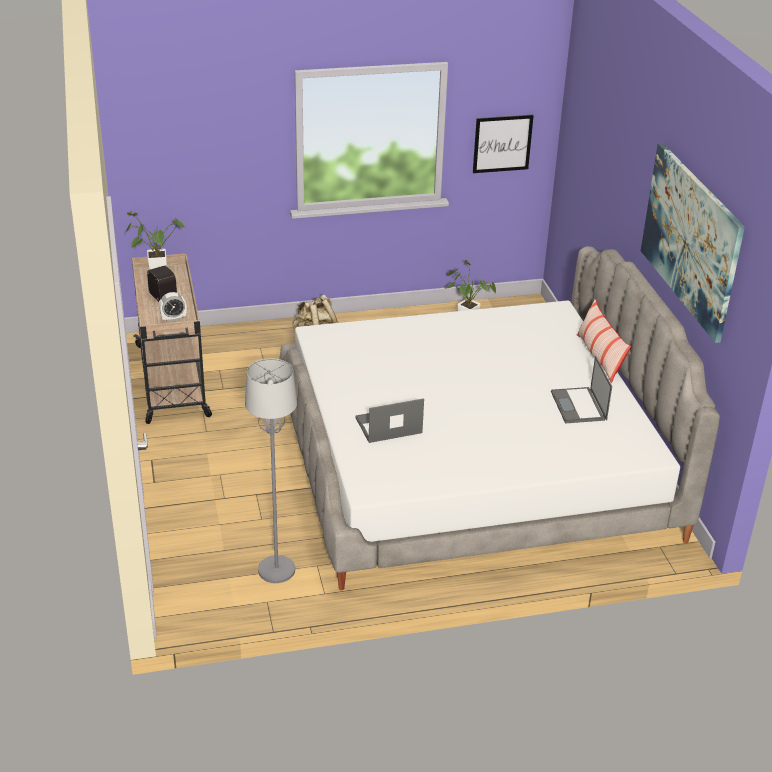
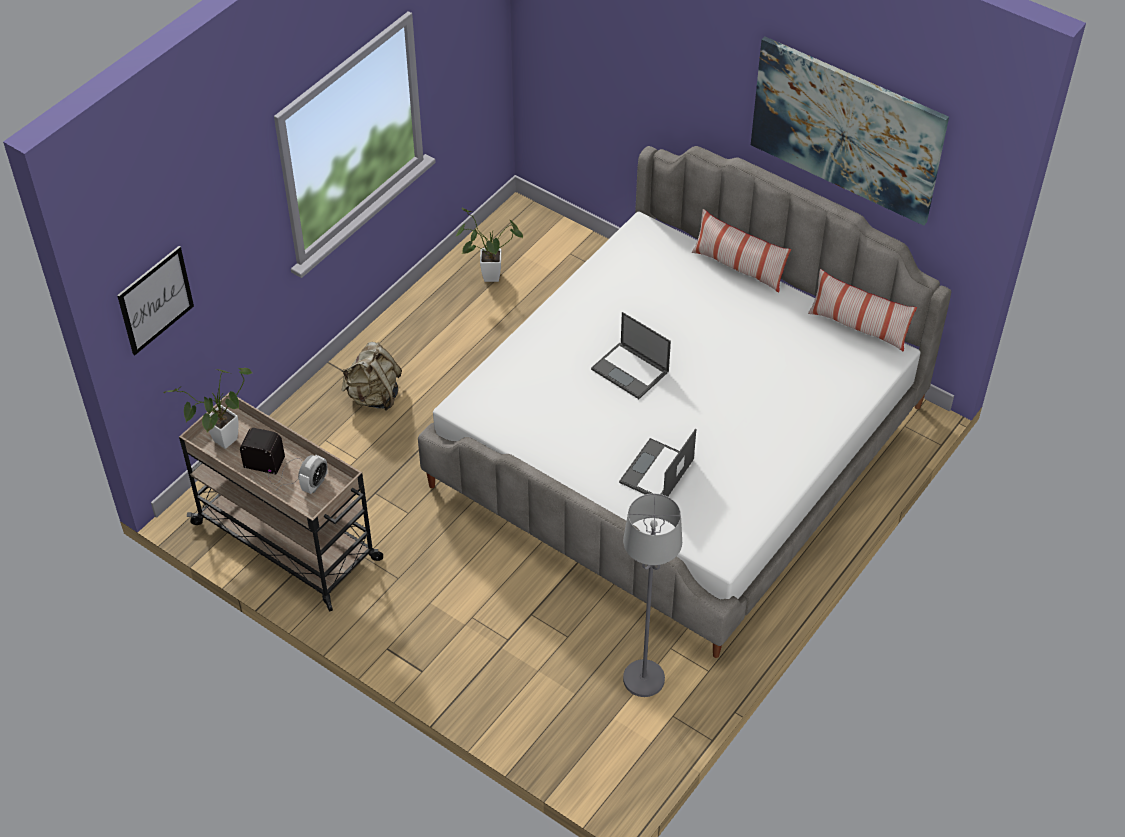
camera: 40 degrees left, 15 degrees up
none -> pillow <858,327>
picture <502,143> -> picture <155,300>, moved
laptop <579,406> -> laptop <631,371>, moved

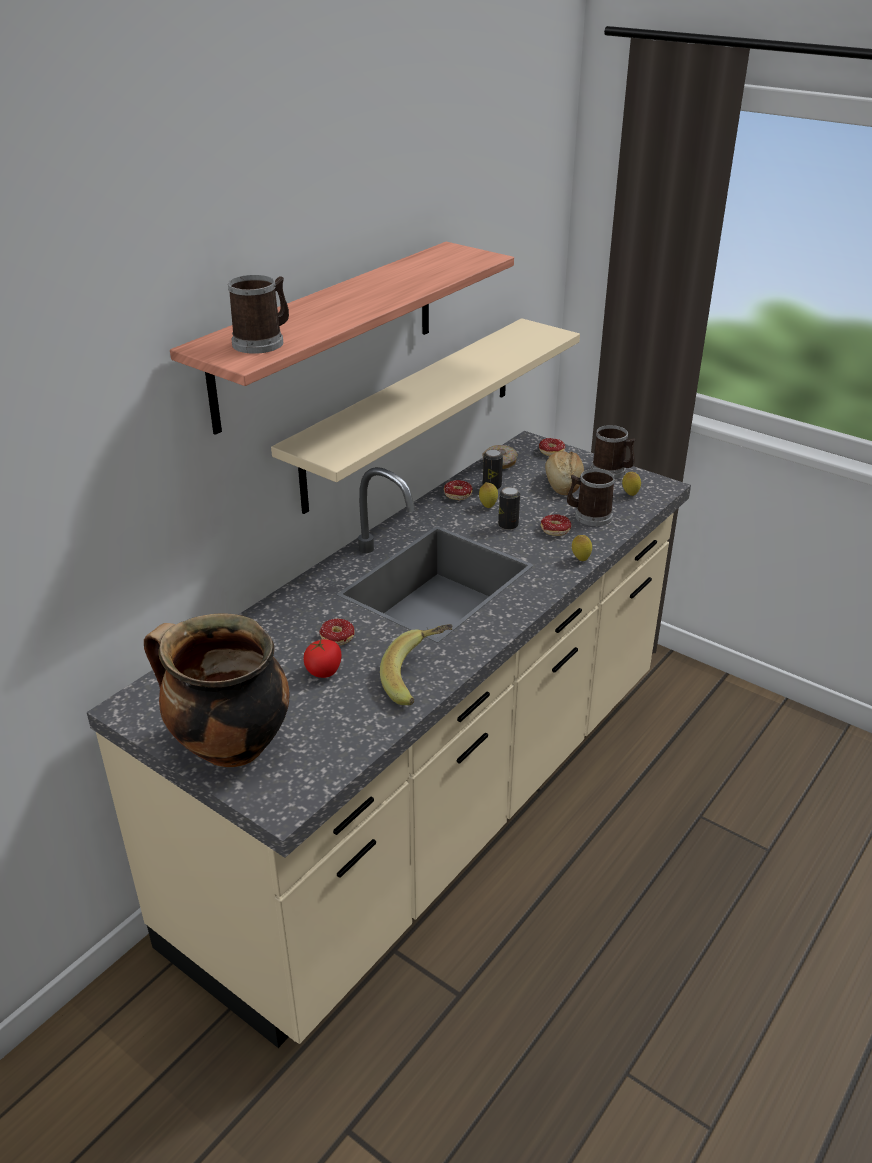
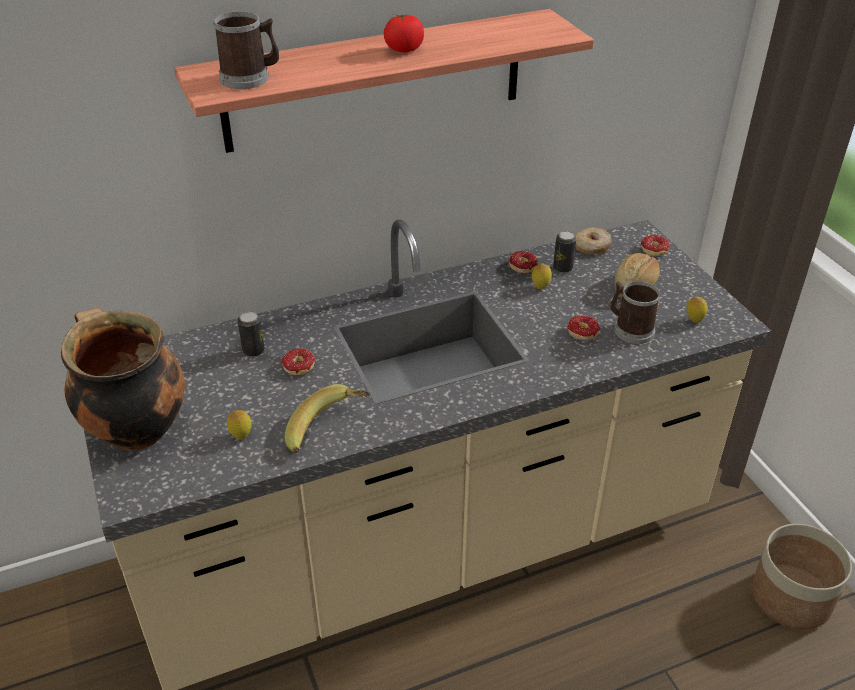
camera: 30 degrees right, 5 degrees up
shelf/beige <412,411> -> none
mug <612,471> -> none
none -> planter <791,598>
tomato <324,671> -> tomato <404,50>, moved
can <508,525> -> can <253,351>, moved
lemon <580,559> -> lemon <241,436>, moved

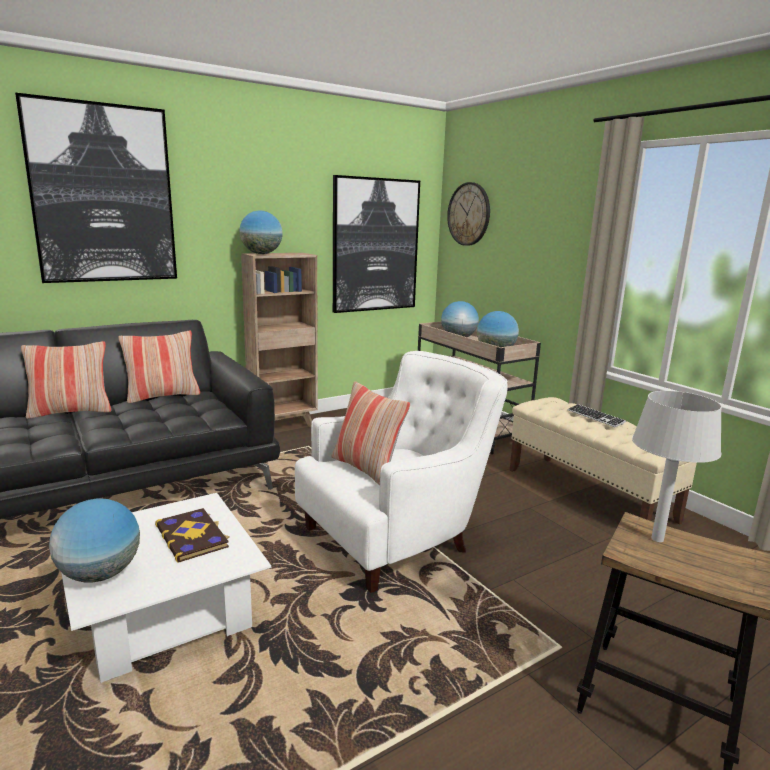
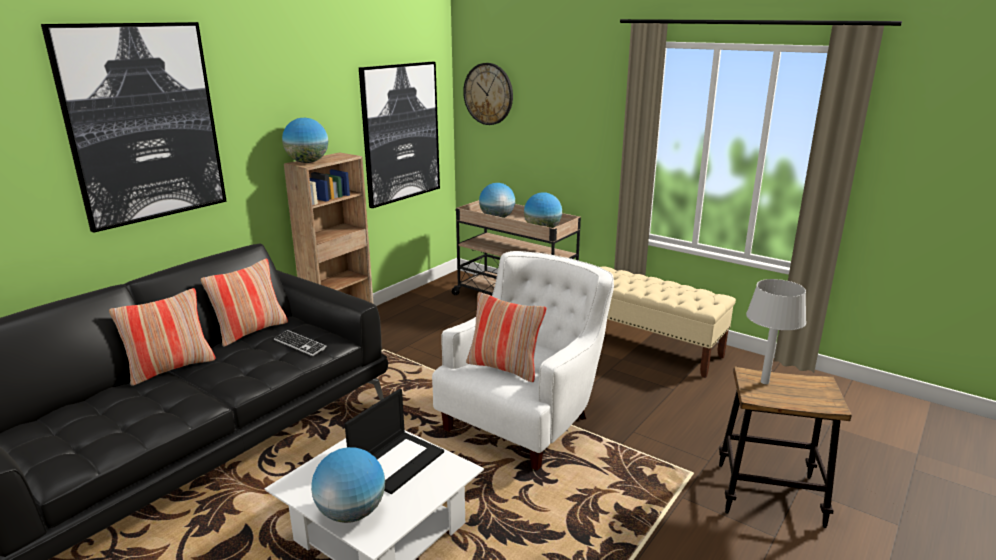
camera: 20 degrees left, 5 degrees up
keyboard <595,417> -> keyboard <299,344>, moved
book <192,536> -> laptop <397,461>

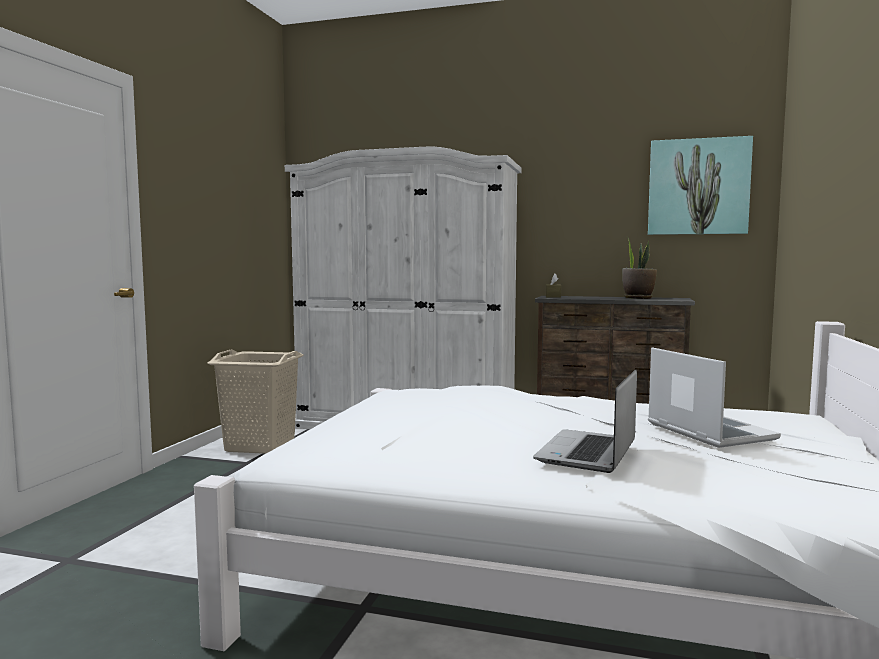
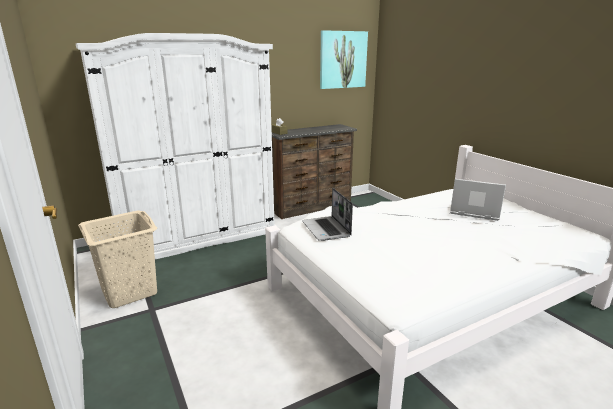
camera: 45 degrees left, 15 degrees up
potted plant <638,298> -> none
laptop <588,453> -> laptop <327,229>, moved

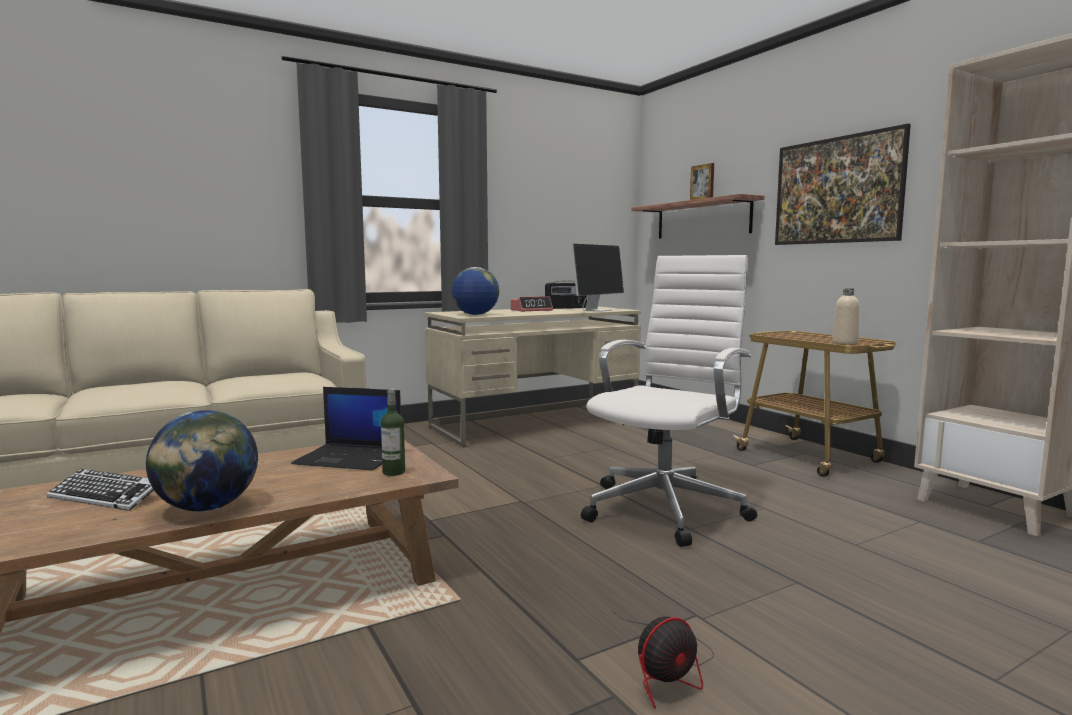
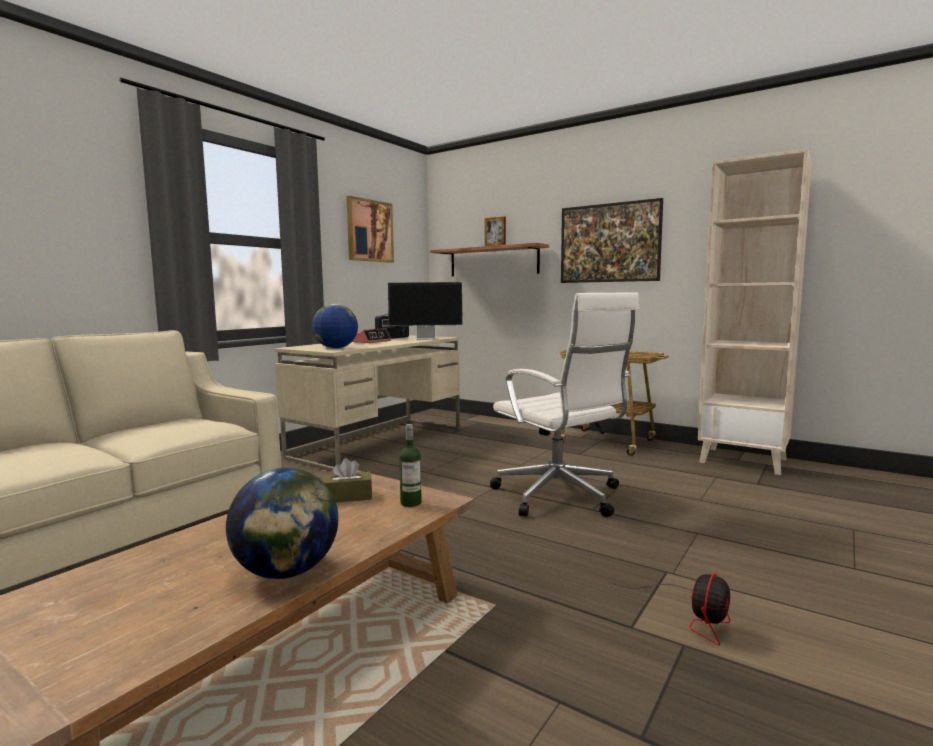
camera: 25 degrees left, 0 degrees up
keyboard <106,497> -> none
bottle/beige <844,342> -> none
none -> picture <369,231>
laptop <351,458> -> tissue box/brown <347,497>
monitor <597,310> -> monitor <426,339>, 75 degrees clockwise
office chair/white <667,508> -> office chair/white <560,497>, 135 degrees clockwise

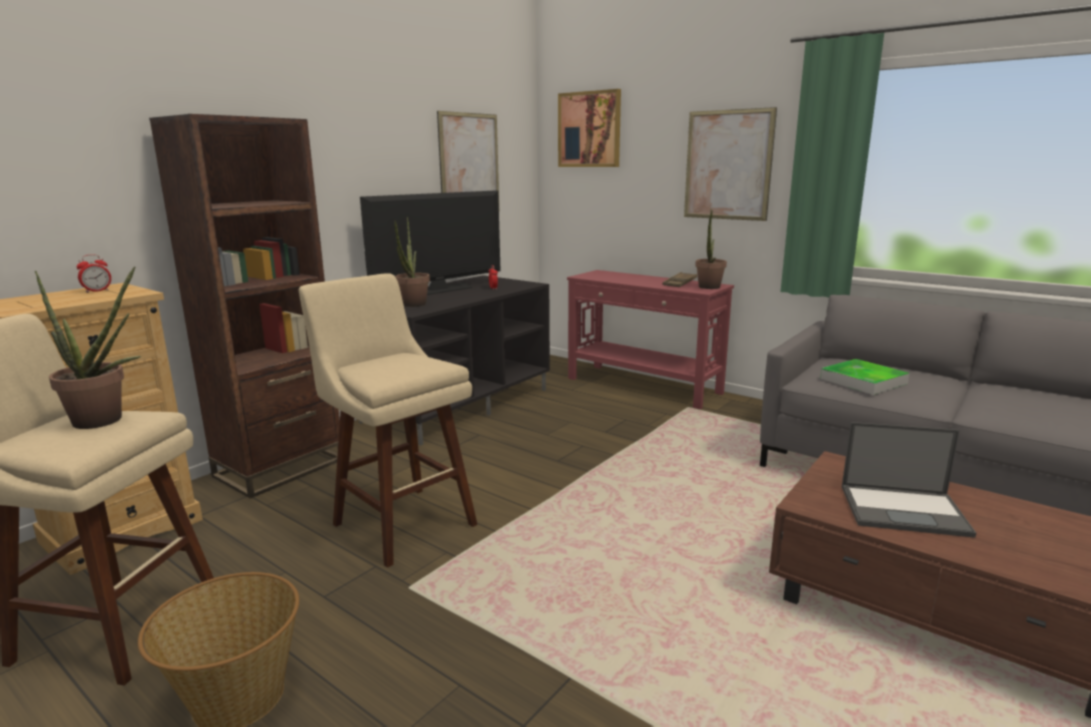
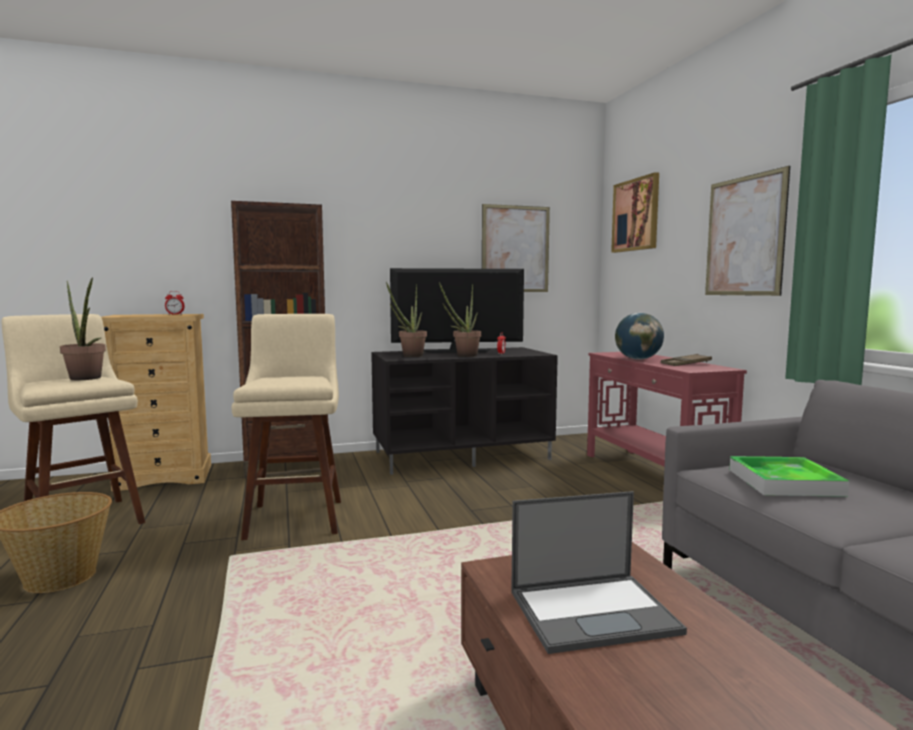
camera: 35 degrees right, 10 degrees down
none -> globe <637,359>
potted plant <708,288> -> potted plant <463,356>, moved
laptop <905,510> -> laptop <594,611>, 60 degrees counterclockwise

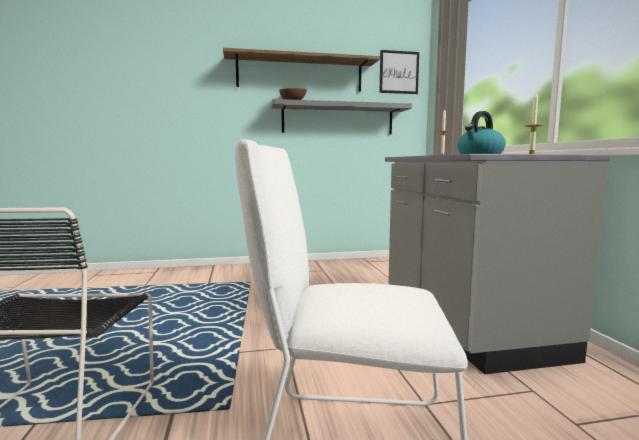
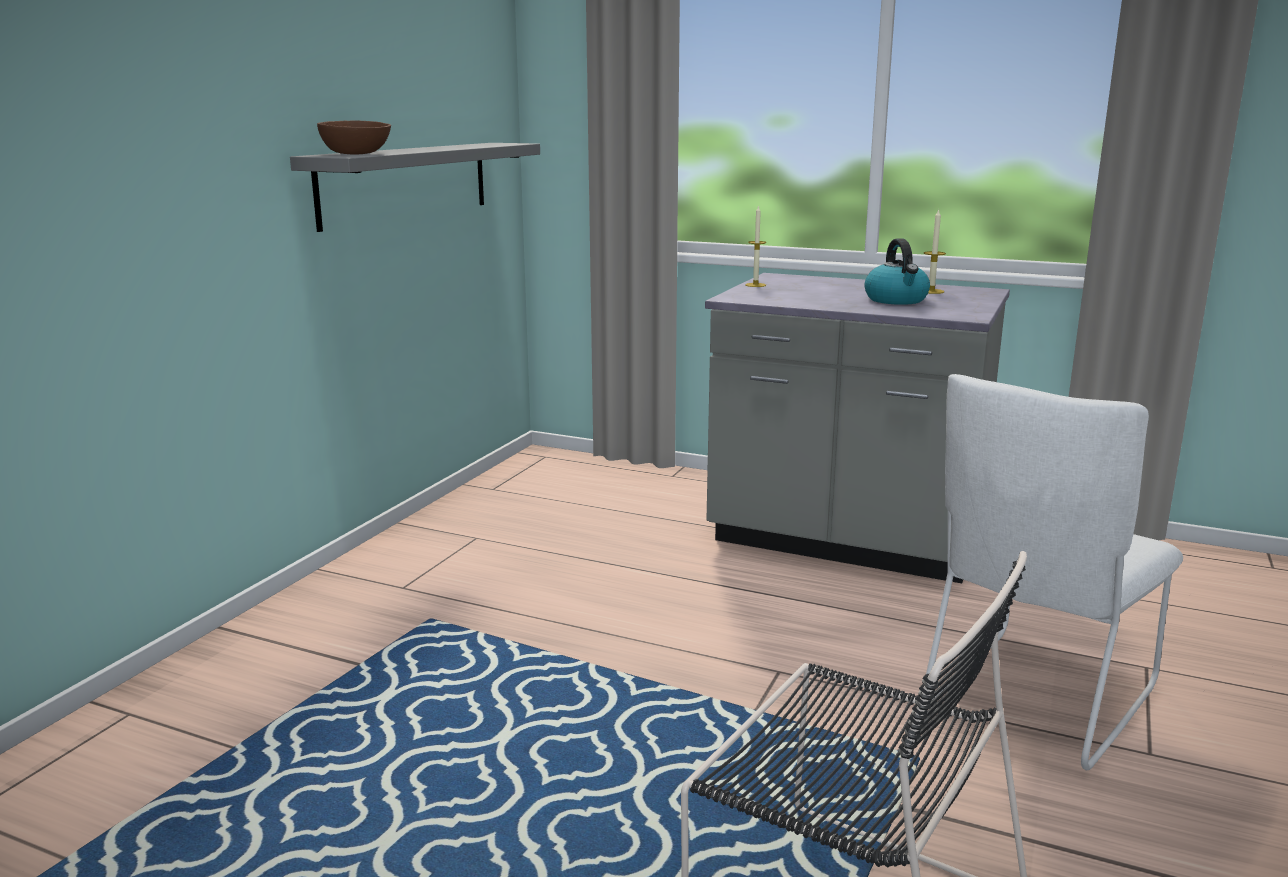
camera: 55 degrees left, 10 degrees up
shelf <300,74> -> none
picture <399,72> -> none

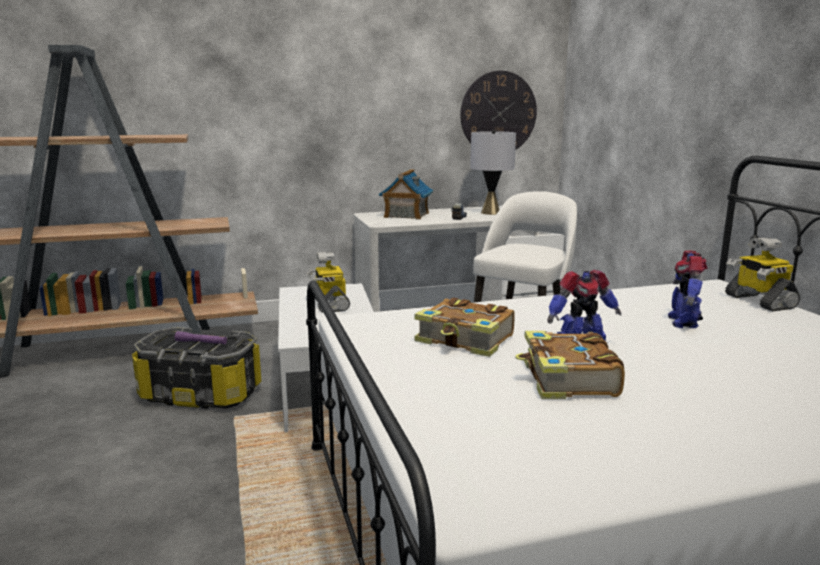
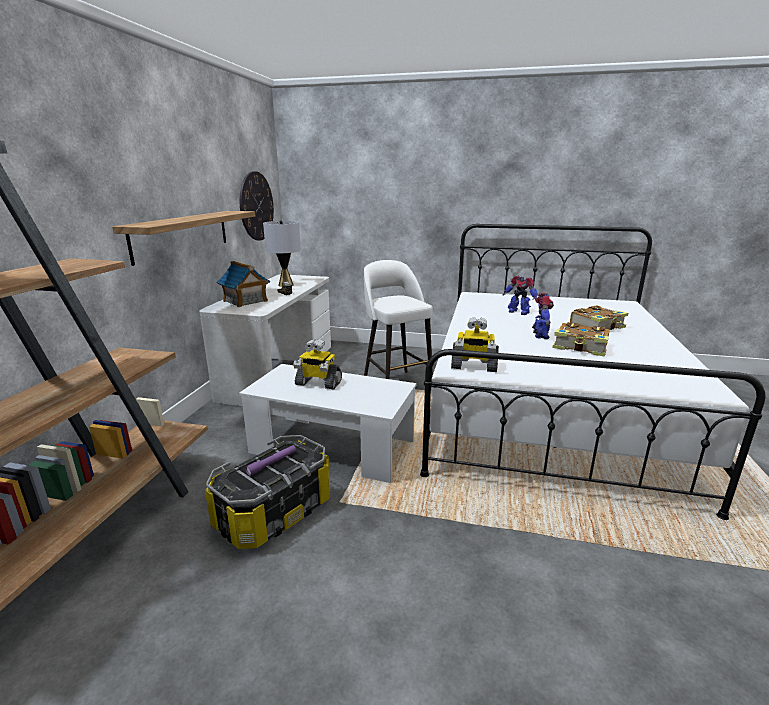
camera: 60 degrees left, 5 degrees up
none -> shelf <182,235>
book <466,340> -> book <598,326>, moved
toy robot <758,301> -> toy robot <473,366>, moved

